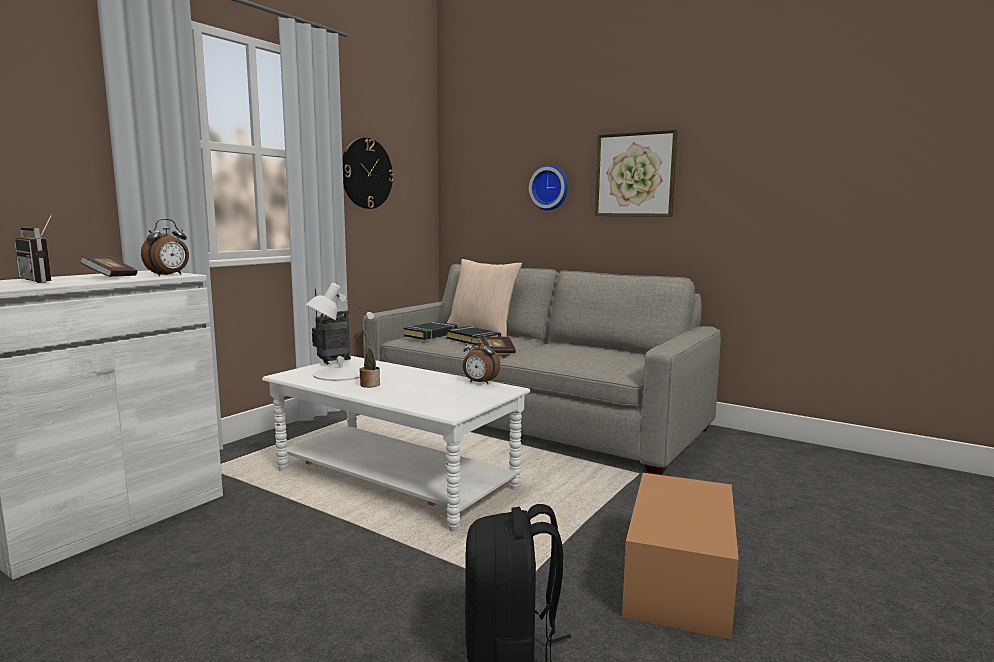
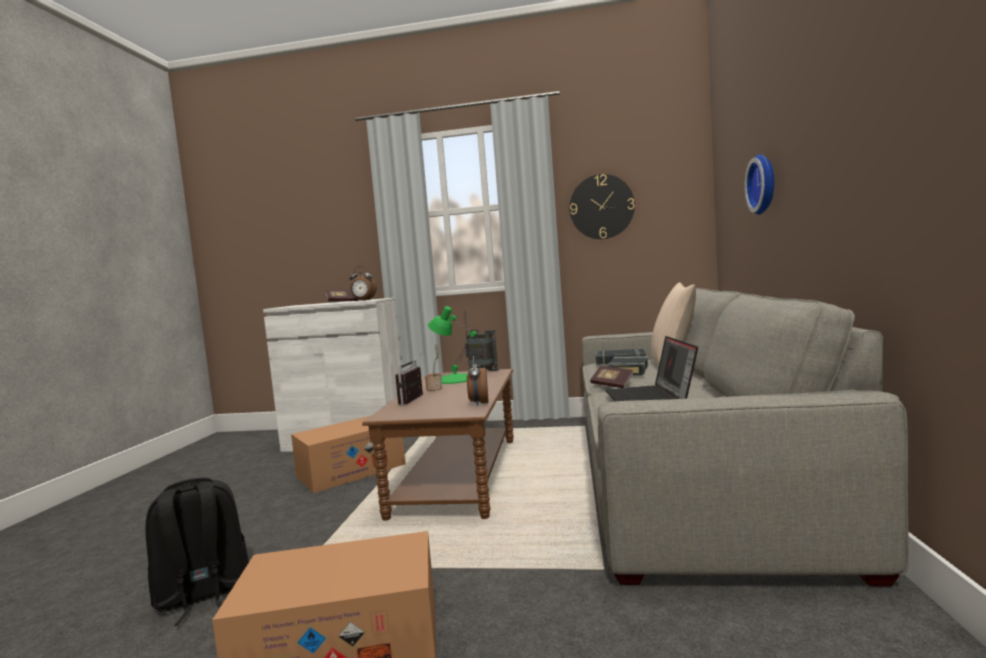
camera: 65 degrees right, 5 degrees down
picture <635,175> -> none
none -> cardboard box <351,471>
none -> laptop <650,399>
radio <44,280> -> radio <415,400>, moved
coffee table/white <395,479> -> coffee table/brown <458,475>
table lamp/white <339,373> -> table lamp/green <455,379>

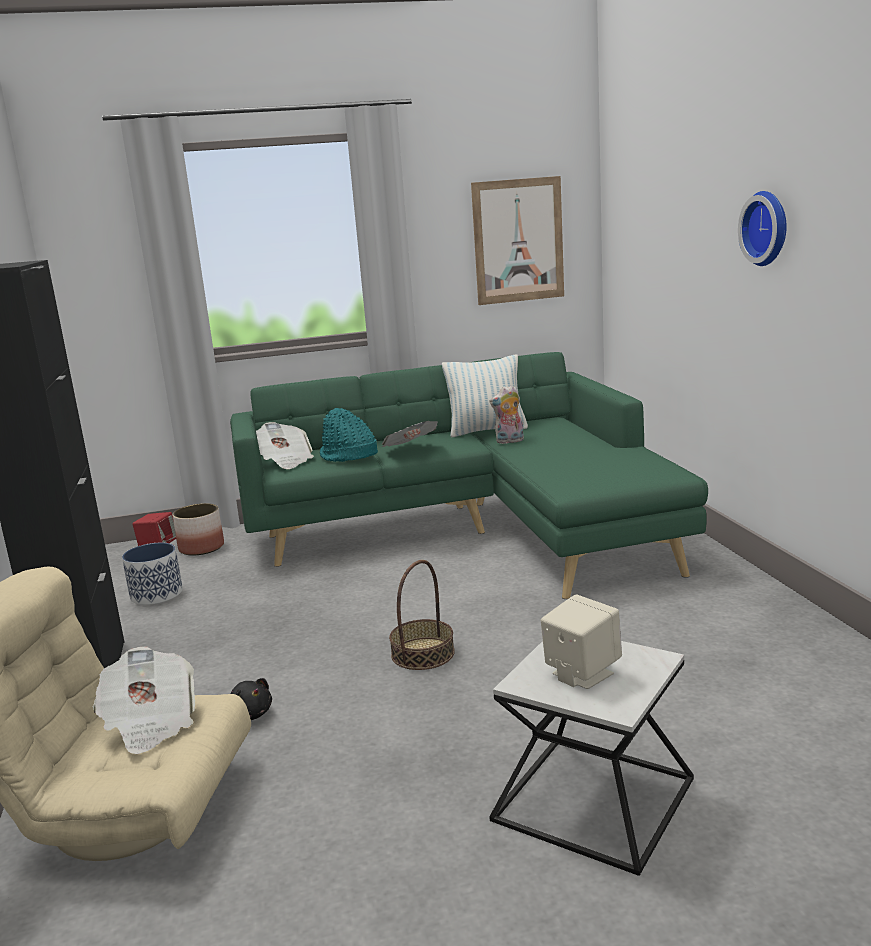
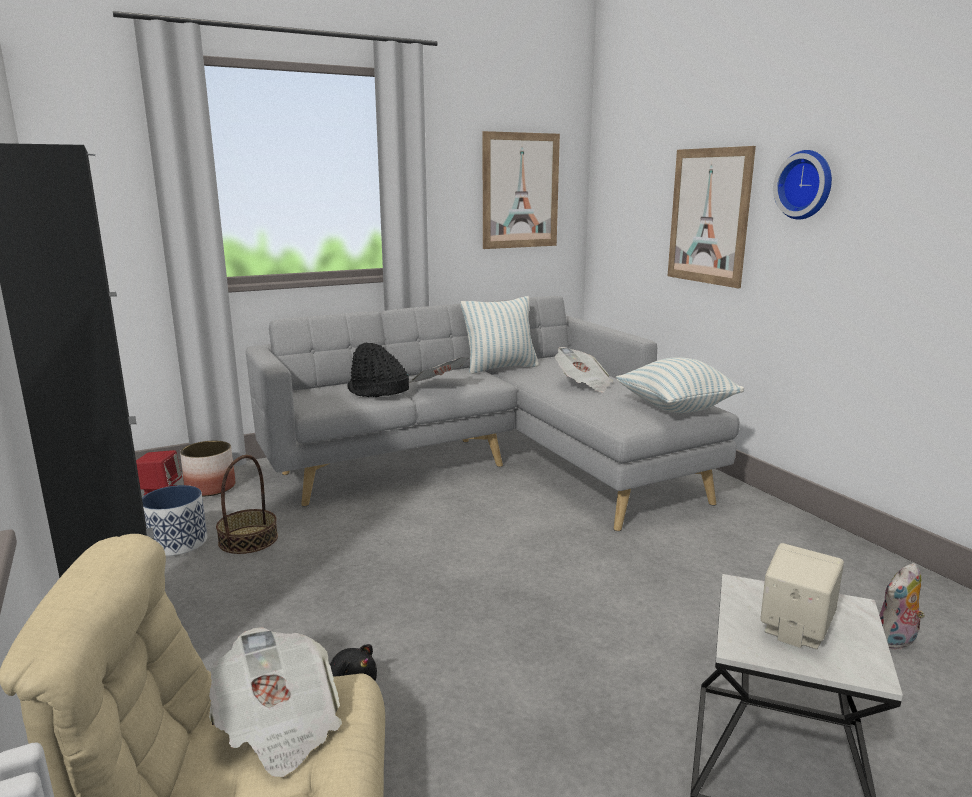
camera: 15 degrees left, 0 degrees up
none -> pillow <676,408>
none -> picture <709,216>
newspaper <285,461> -> newspaper <583,385>, moved
basket <422,653> -> basket <248,539>, moved
plush toy <509,441> -> plush toy <896,642>, moved
sofa/green <481,533> -> sofa/grey <500,466>
hat/turquoise <348,456> -> hat/black <377,391>

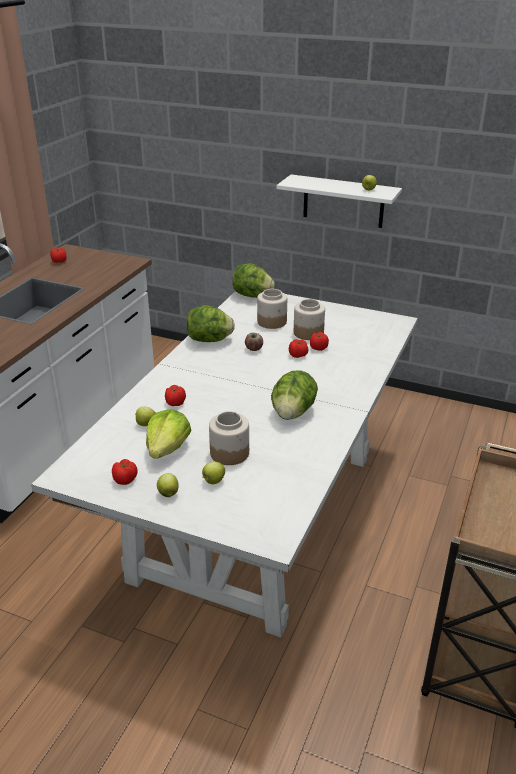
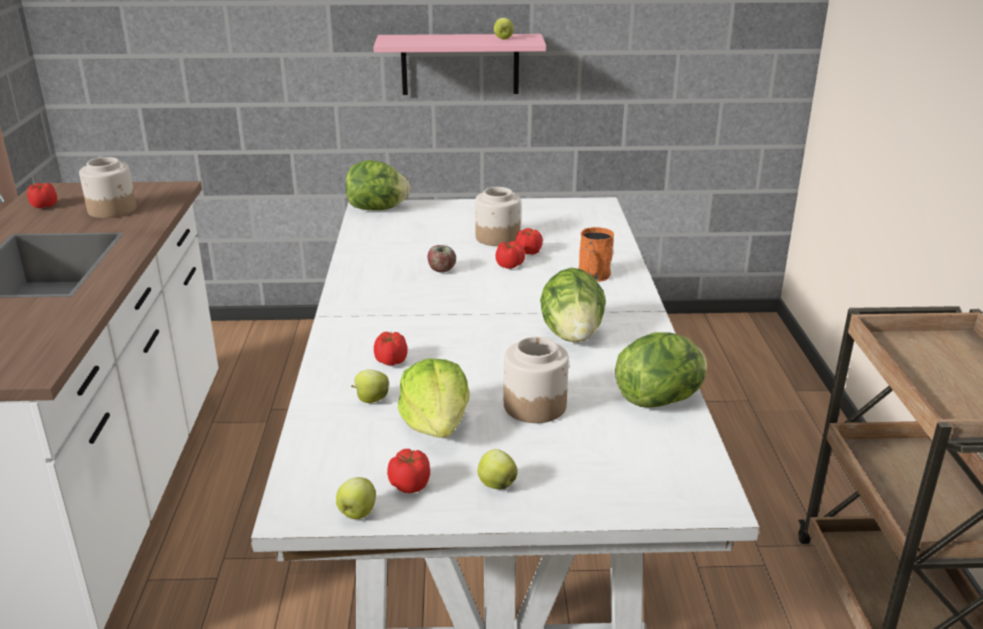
camera: 25 degrees left, 5 degrees down
none -> mug/orange <593,276>
lettuce <210,340> -> lettuce <660,400>, moved
apple <213,481> -> apple <357,514>, moved
jar <272,322> -> jar <113,210>, moved
shelf/white <343,201> -> shelf/pink <460,64>

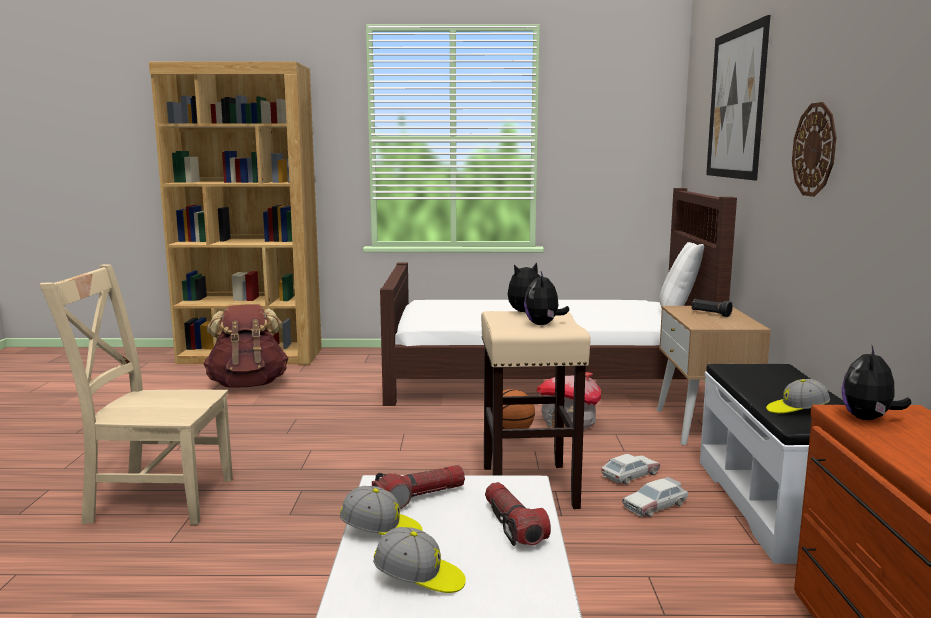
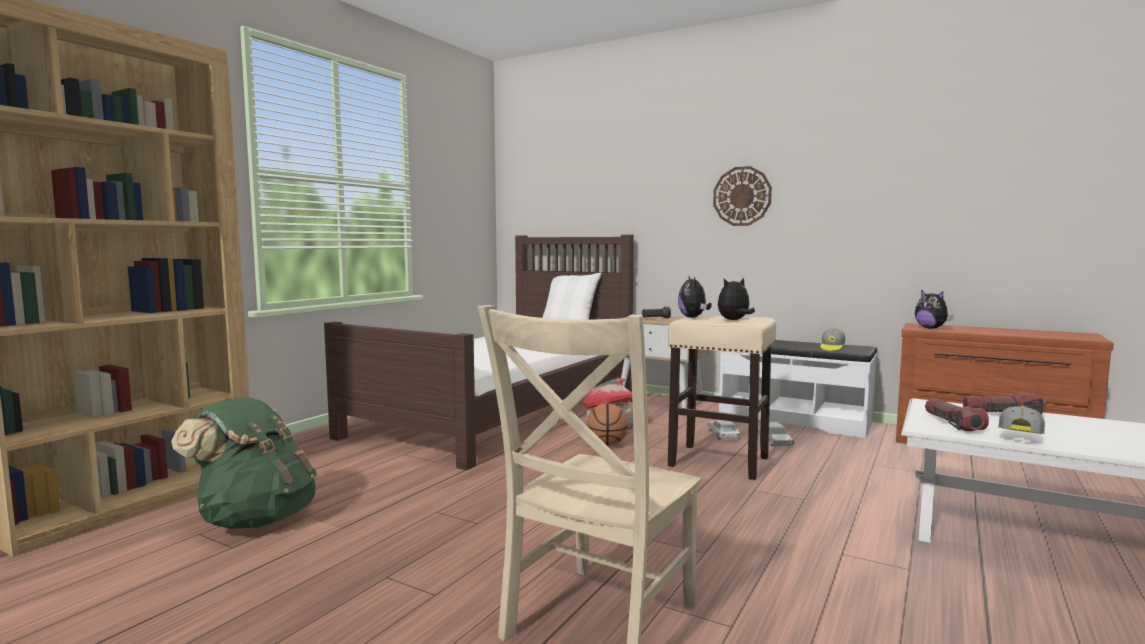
camera: 60 degrees left, 5 degrees down
cap <420,579> -> none
picture <735,104> -> none
backpack/brown <248,385> -> backpack/green <255,519>
plush toy <543,324> -> plush toy <734,320>, 120 degrees clockwise

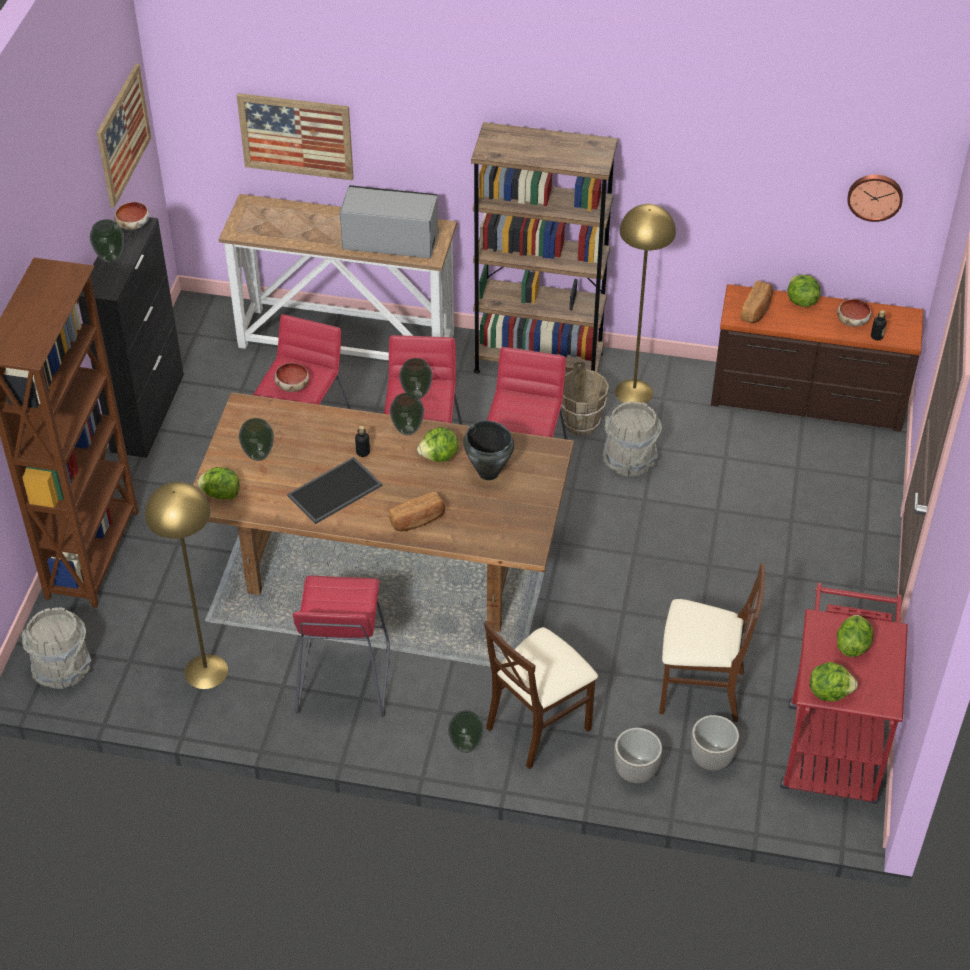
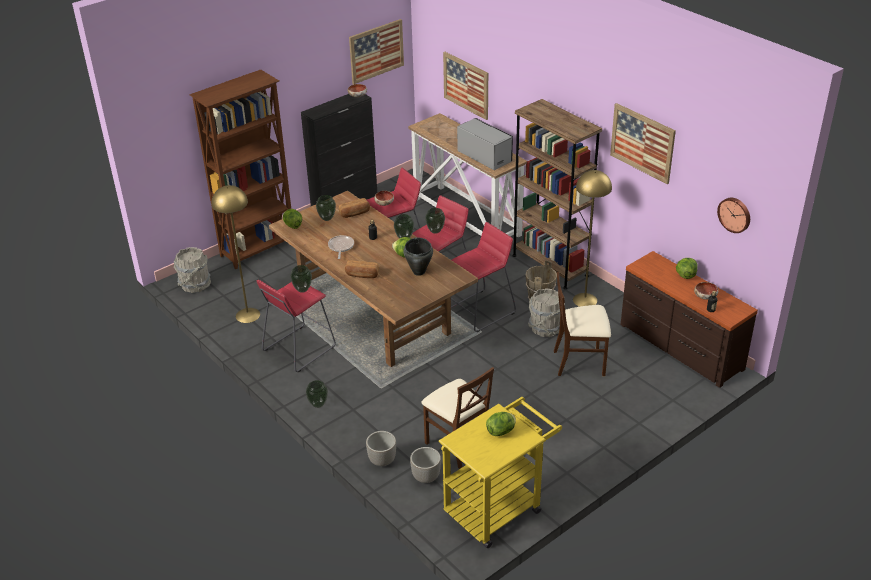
camera: 40 degrees right, 10 degrees down
lettuce <829,692> -> none
none -> picture <642,143>
vase <110,258> -> vase <302,290>, moved
chair/beige <538,725> -> chair/beige <580,362>, moved
bread <757,310> -> bread <355,213>, moved
tray <335,492> -> frying pan <341,247>
cart/red <832,742> -> cart/yellow <498,507>

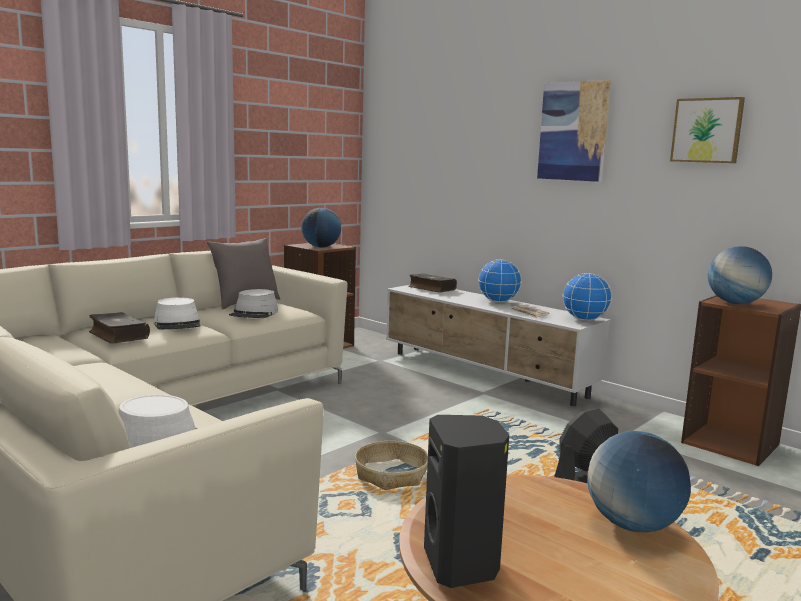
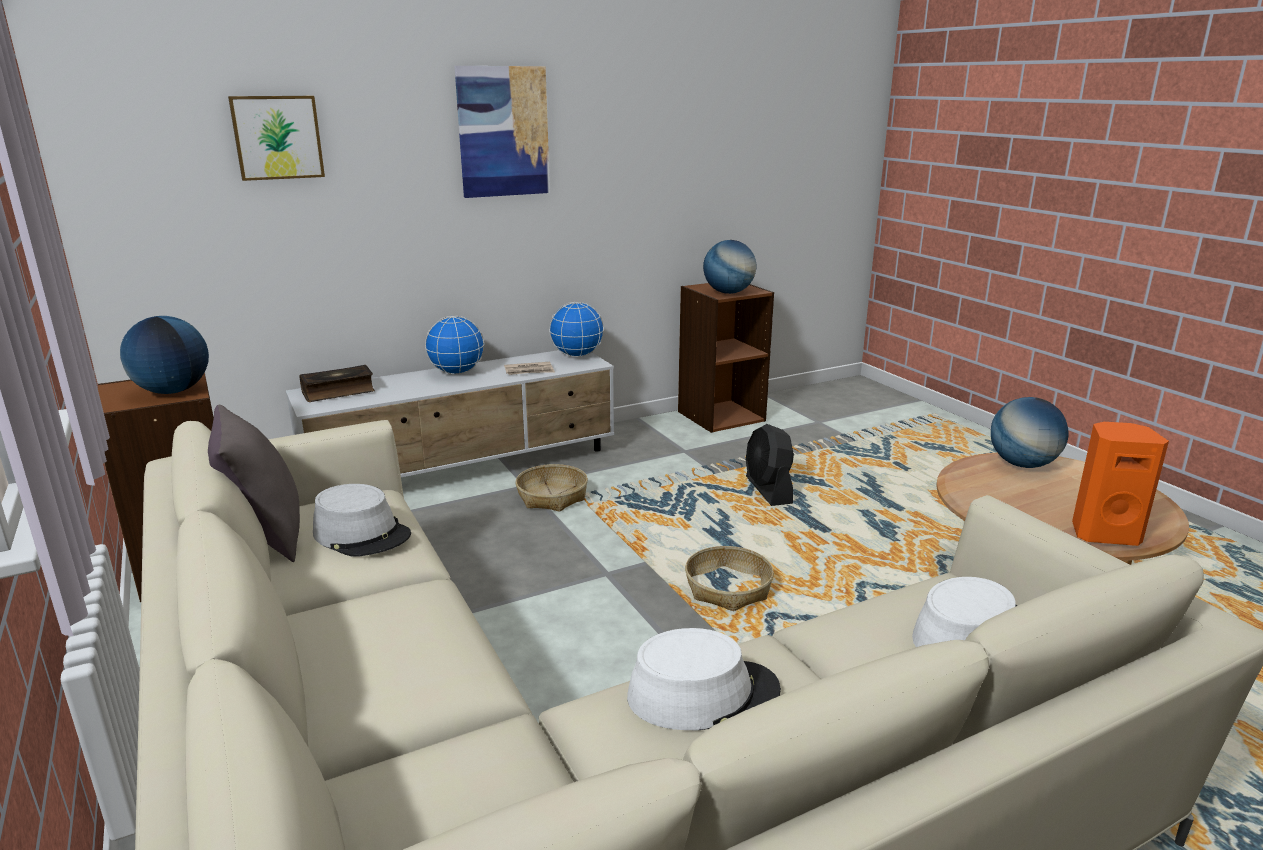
camera: 70 degrees left, 10 degrees up
book <118,336> -> none
none -> basket <552,497>
hat/white <178,324> -> hat/white <703,694>, moved
picture <707,130> -> picture <277,137>, moved
speaker/black <462,565> -> speaker/orange <1103,533>

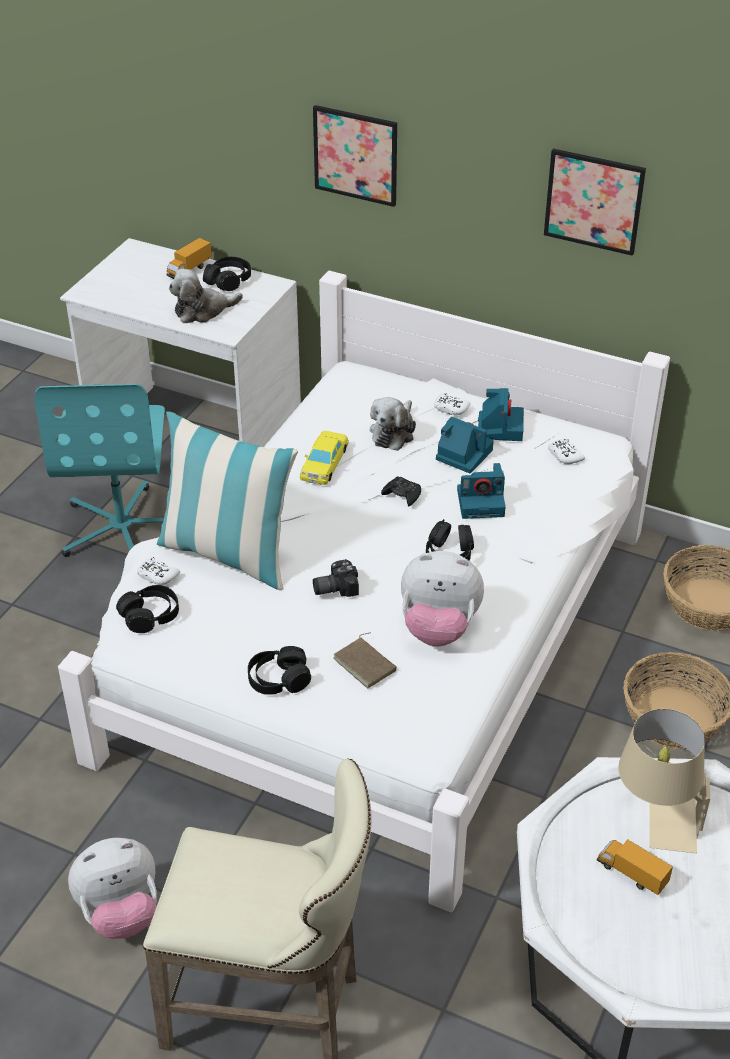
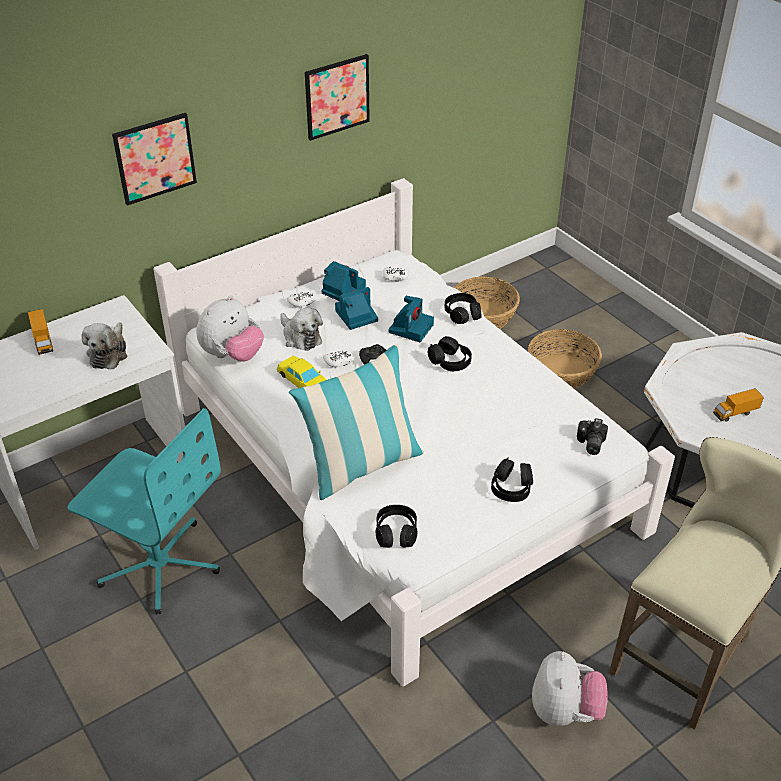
camera: 60 degrees left, 0 degrees up
book/brown <366,664> -> none
table lamp/beige <656,820> -> none
game controller/white <157,576> -> game controller/white <339,361>, moved
headphones/black <228,281> -> headphones/black <462,314>, moved
photo camera <334,587> -> photo camera <590,444>, moved
plush toy <438,628> -> plush toy <232,355>, moved

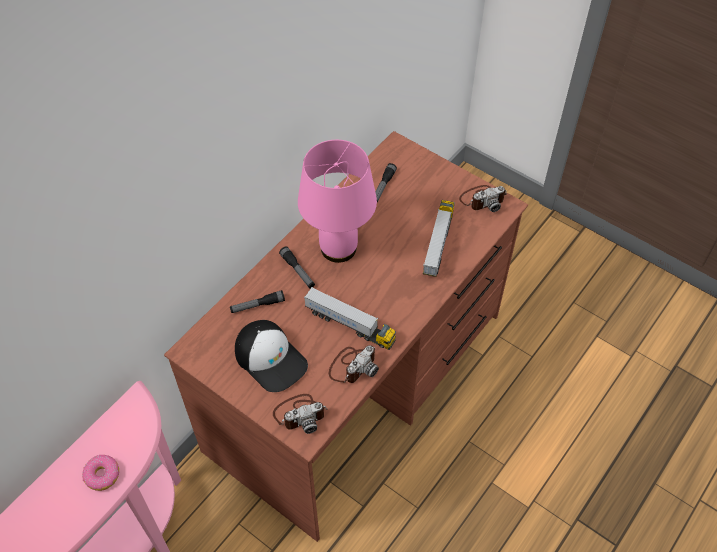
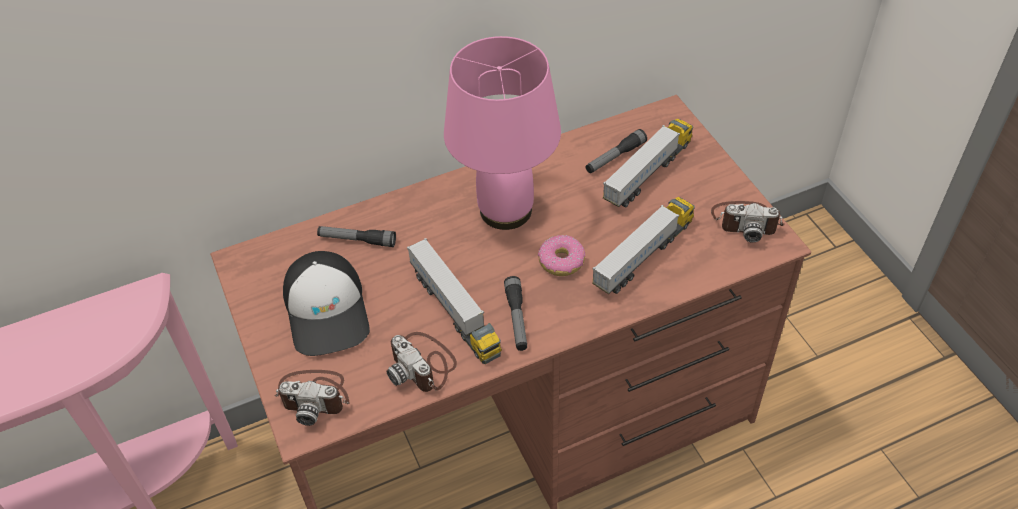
camera: 30 degrees right, 5 degrees down
none -> toy truck <648,173>
donut <102,475> -> donut <561,261>, moved
flashlight <297,271> -> flashlight <517,318>, moved
photo camera <353,366> -> photo camera <423,364>, 75 degrees clockwise

